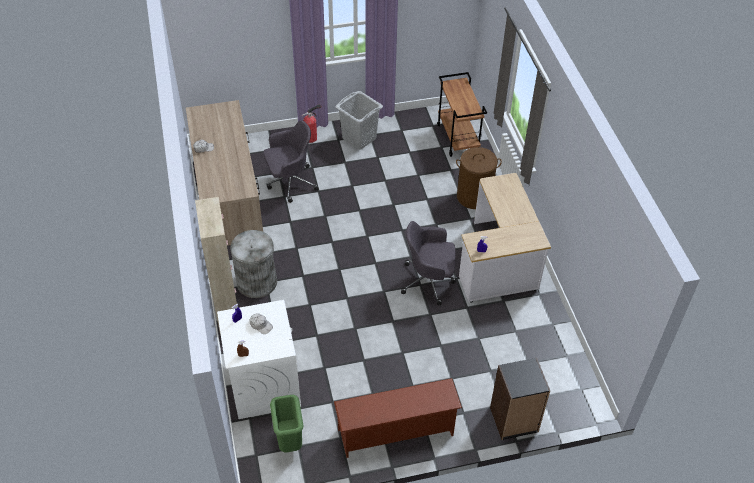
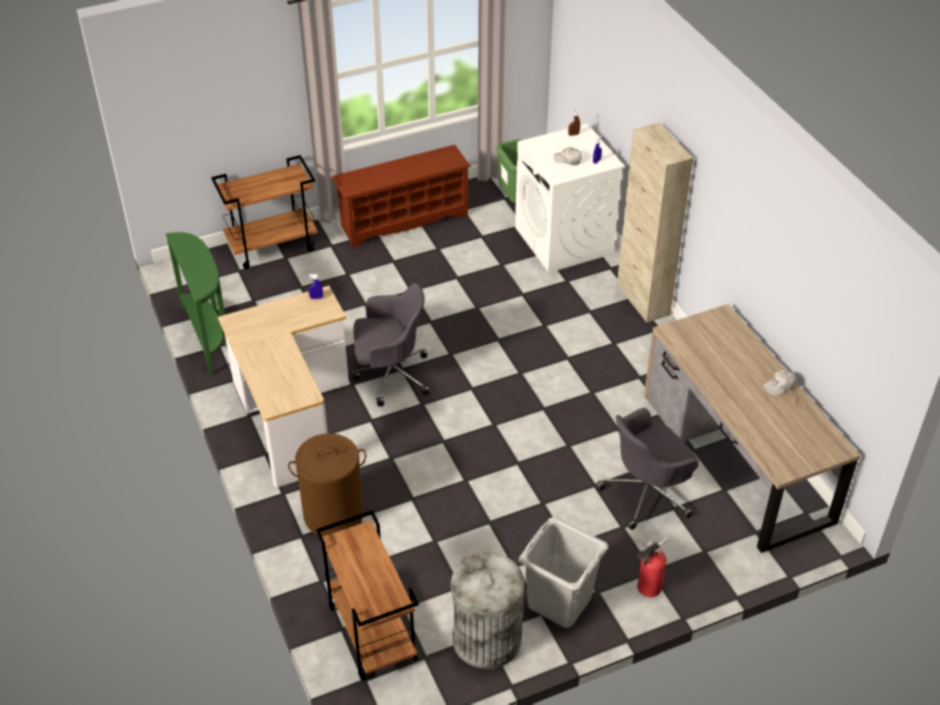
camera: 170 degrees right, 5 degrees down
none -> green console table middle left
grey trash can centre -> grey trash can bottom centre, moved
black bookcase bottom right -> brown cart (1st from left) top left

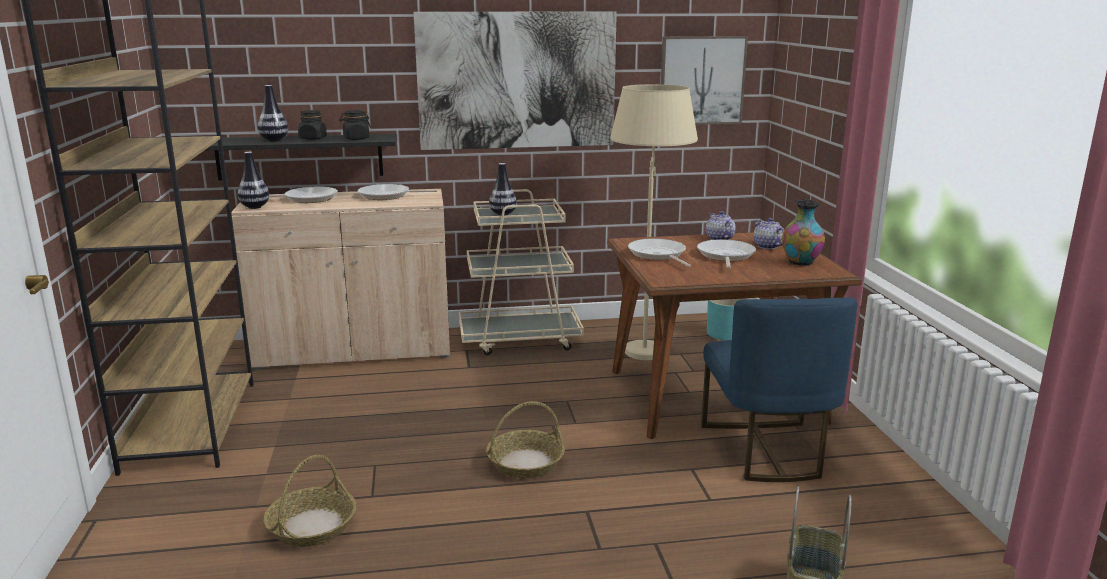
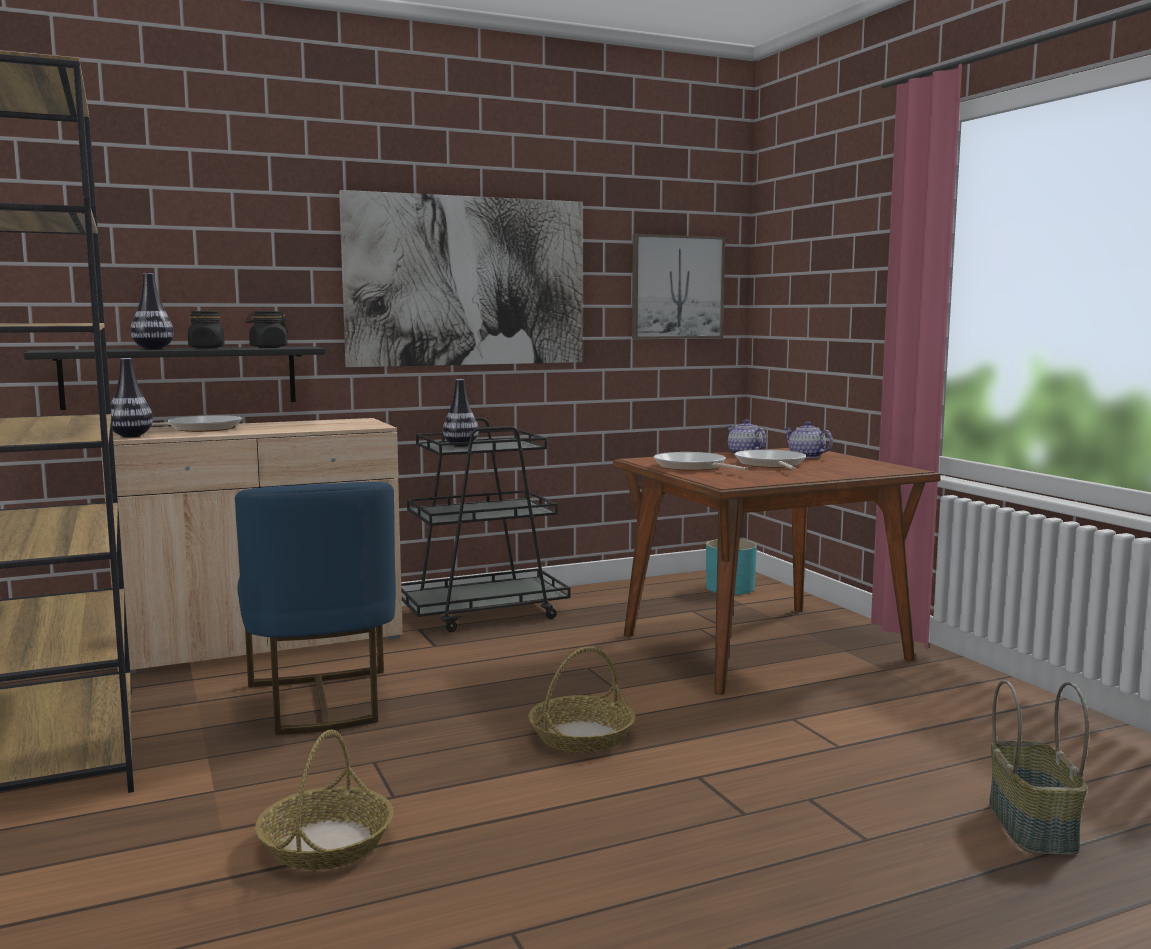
camera: 15 degrees left, 10 degrees down
frying pan (2nd from left) top centre -> none
beige floor lamp centre -> none
vase (4th from left) middle right -> none
blue chair bottom right -> blue chair middle left, moved
beige cart centre -> black cart centre

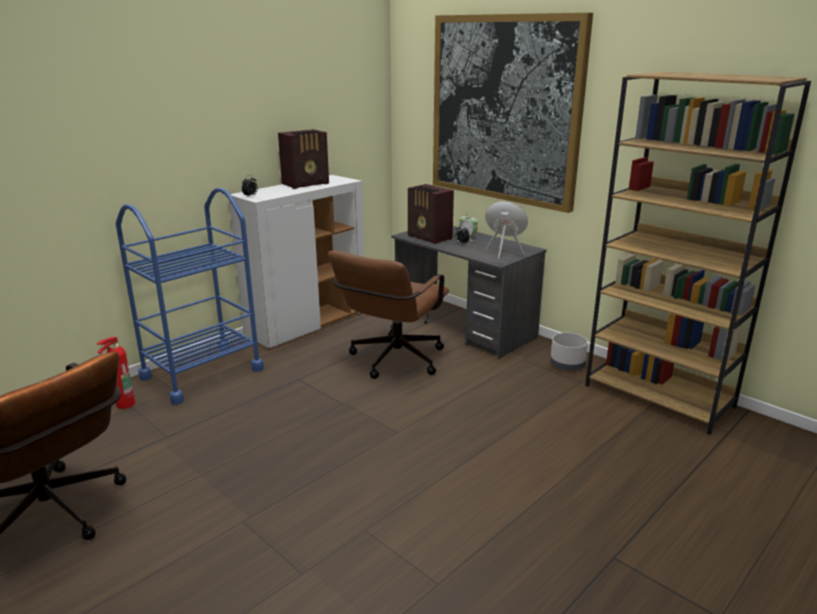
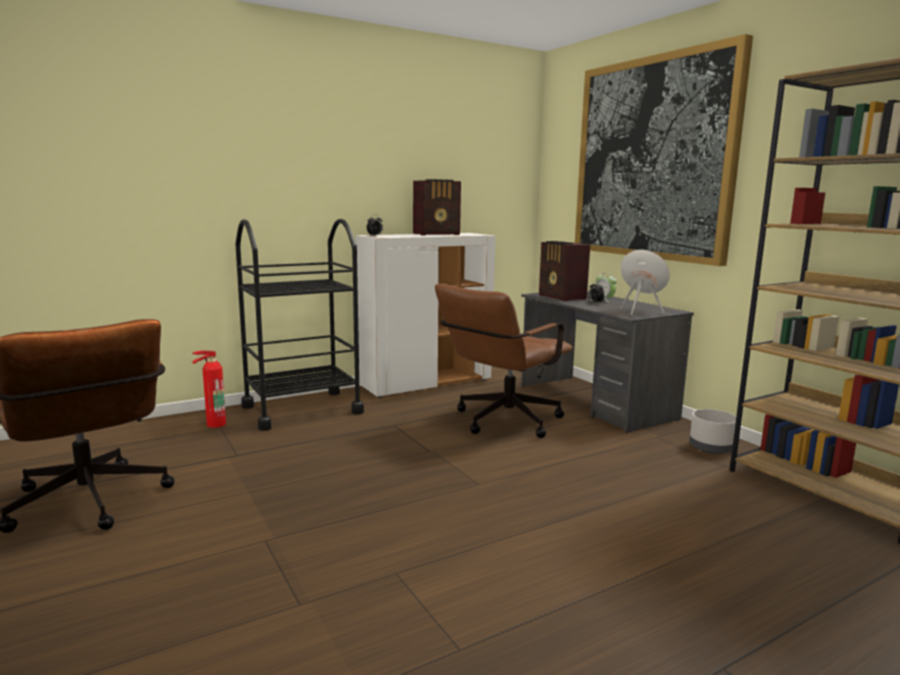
camera: 15 degrees right, 10 degrees down
blue cart middle left -> black cart middle left

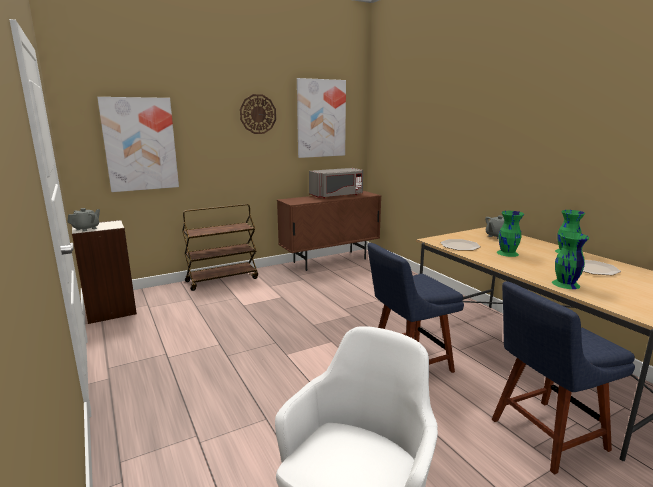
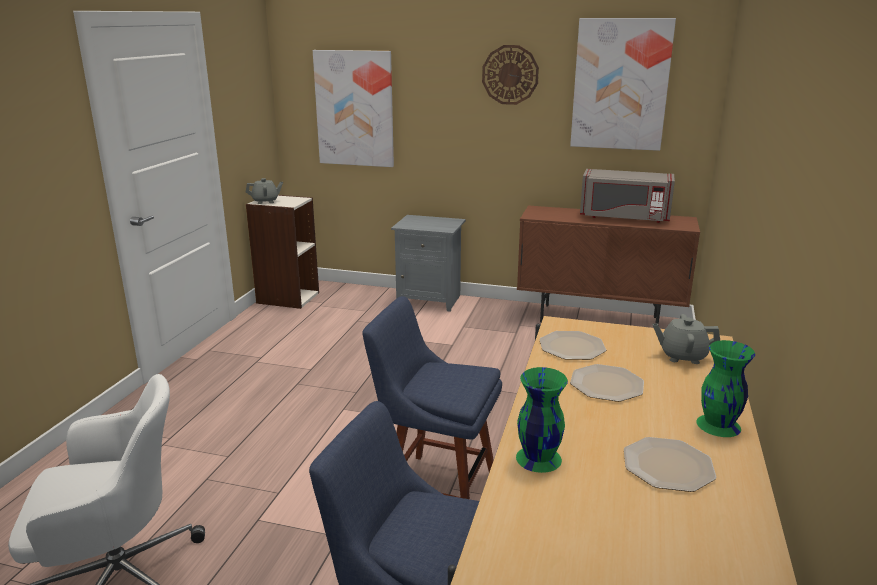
camera: 45 degrees right, 5 degrees up
brown cart centre -> grey nightstand centre
green vase (1st from left) middle right -> plate (2nd from left) middle right

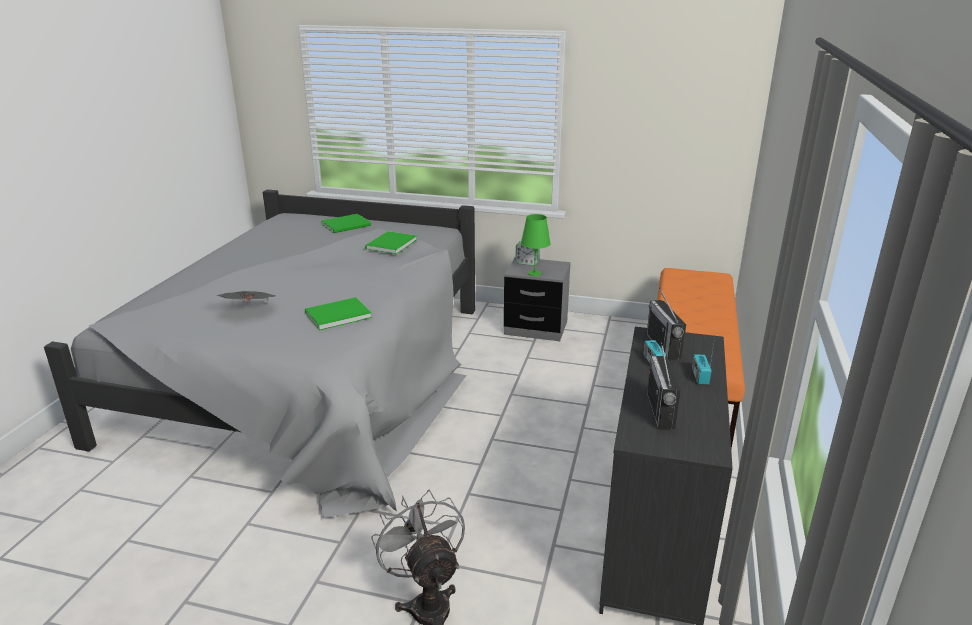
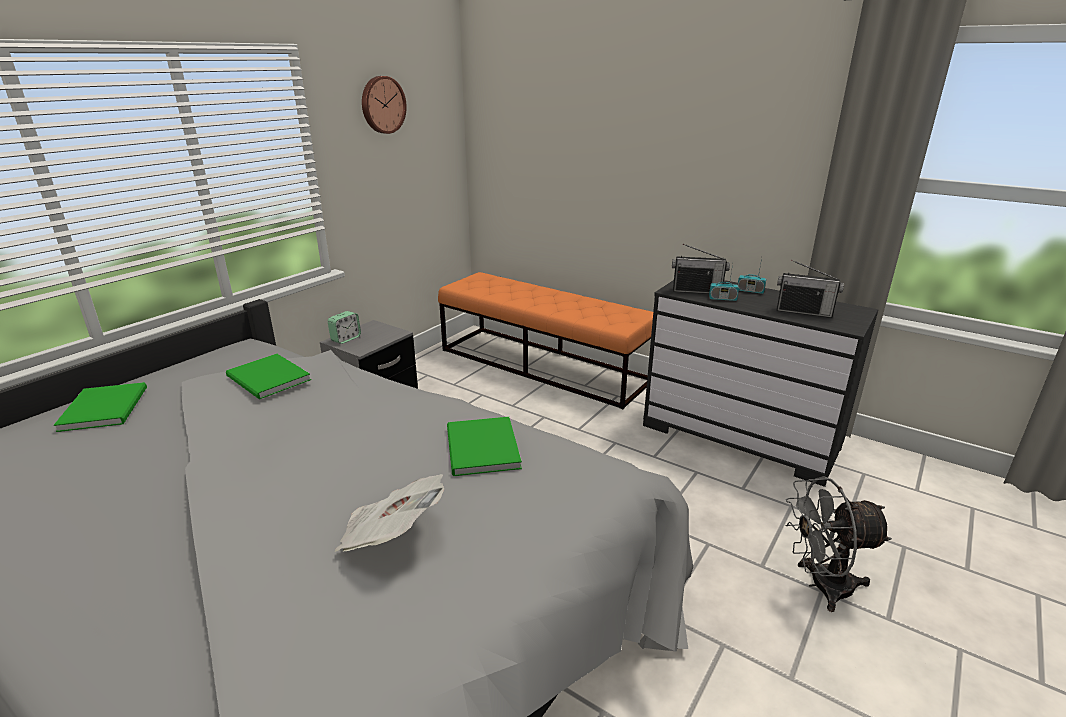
camera: 70 degrees left, 0 degrees up
green table lamp centre -> none
none -> wall clock top centre

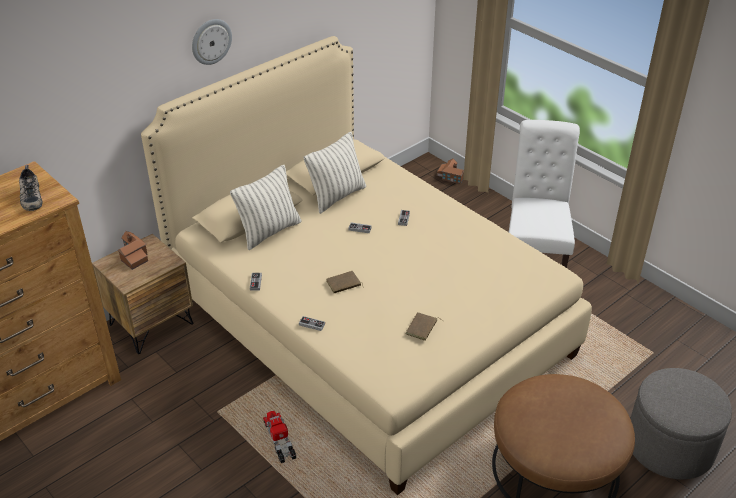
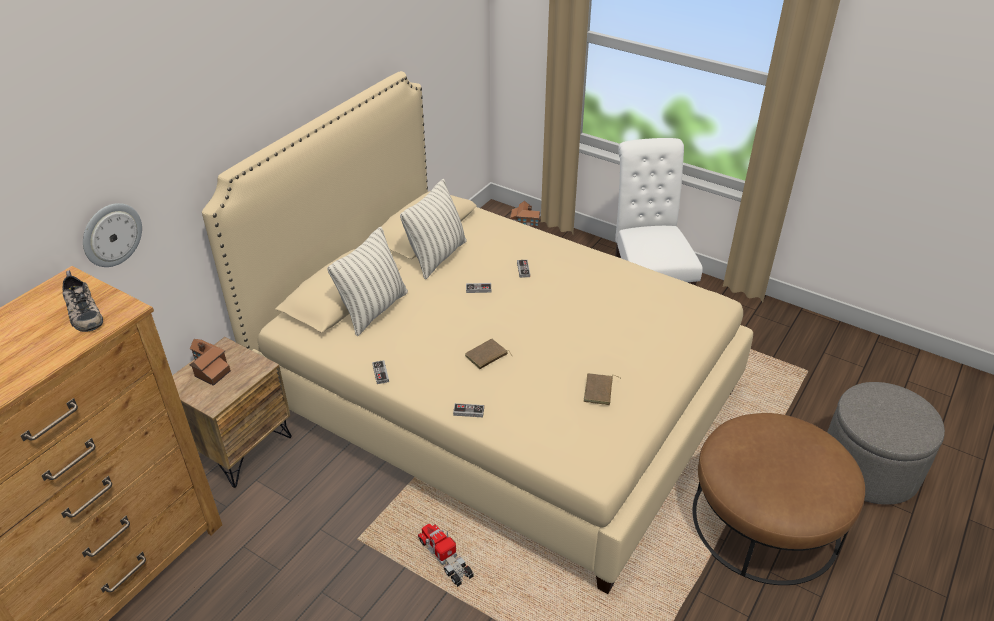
camera: 15 degrees left, 0 degrees up
wall clock top left -> wall clock middle left, moved

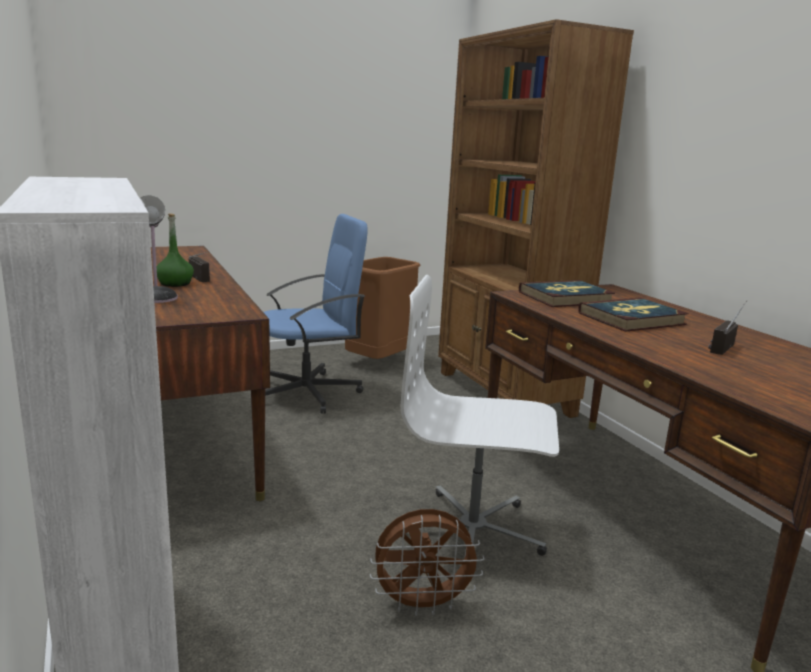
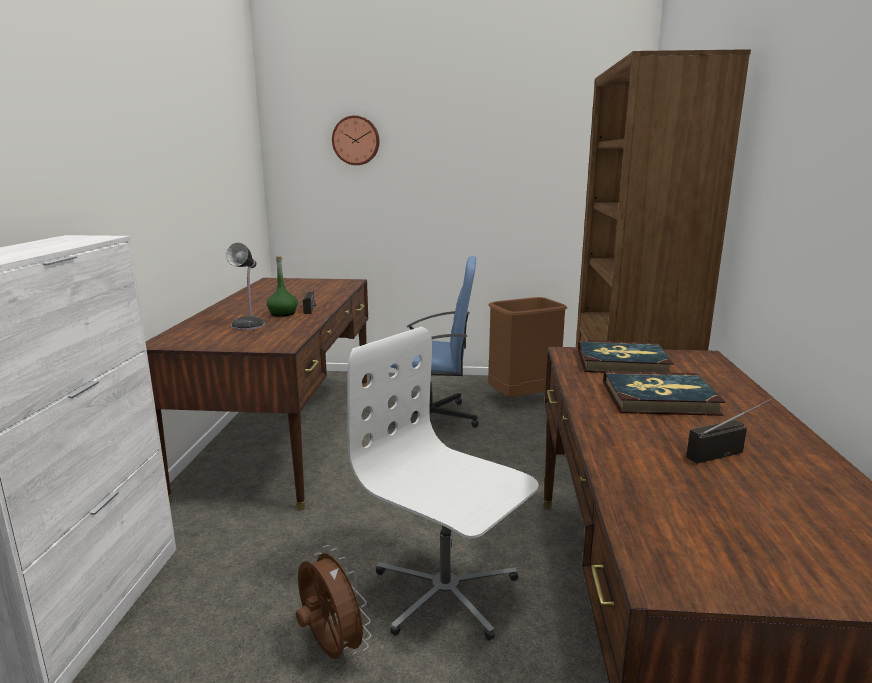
camera: 30 degrees right, 0 degrees up
none -> wall clock top centre
brown fan bottom centre, 150 degrees counterclockwise

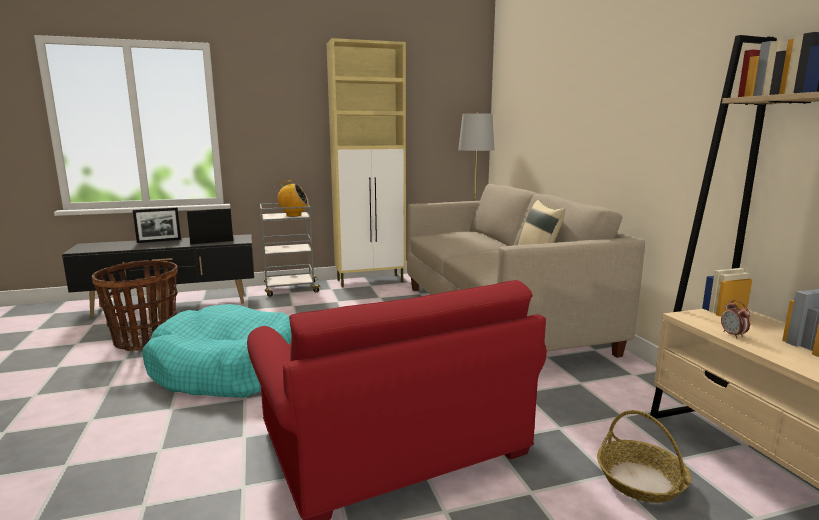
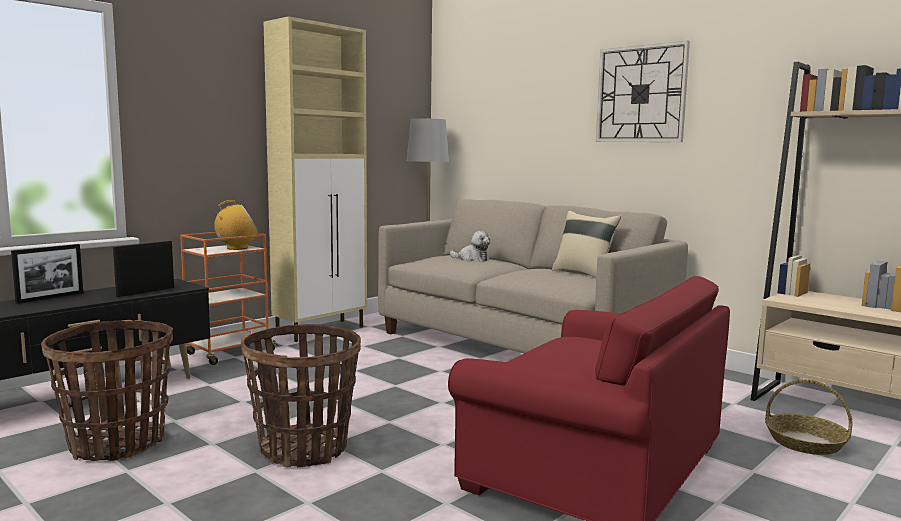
camera: 30 degrees left, 5 degrees down
alarm clock middle right -> none
none -> plush toy centre
none -> wall clock top right
turquoise dog bed bottom left -> basket (2nd from left) bottom centre
grey cart centre -> orange cart middle left

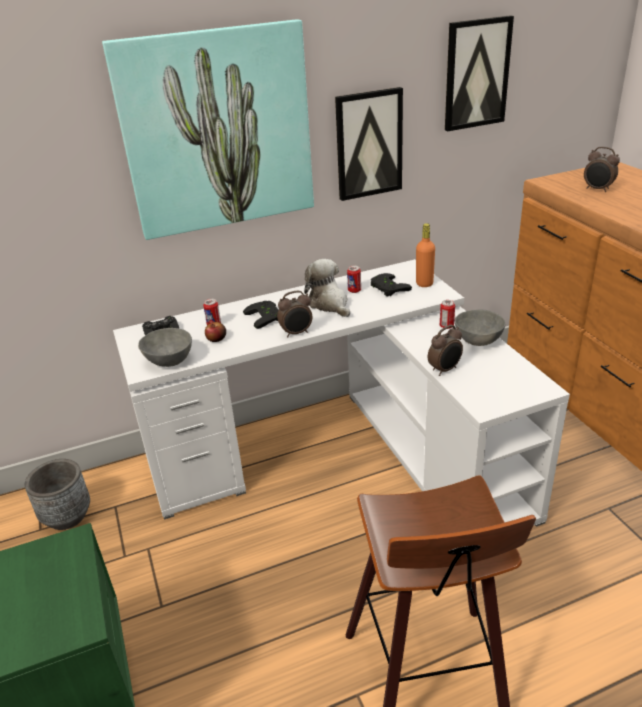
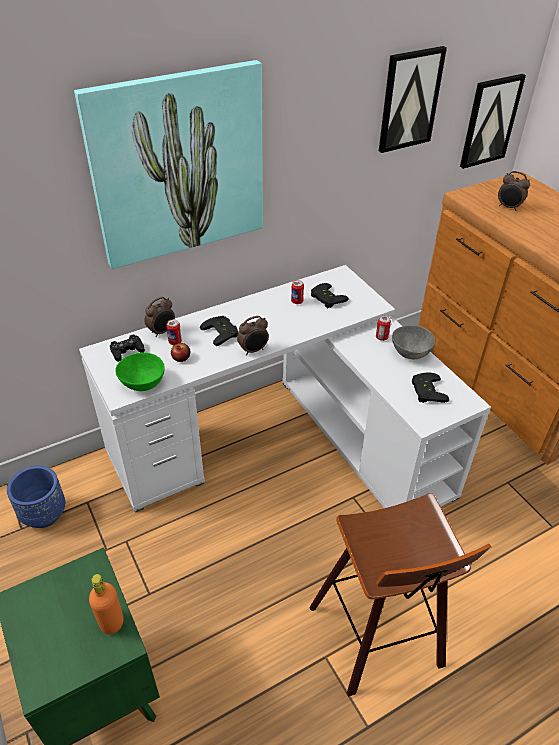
camera: 10 degrees left, 10 degrees up
plush toy centre -> none
none -> black game controller (4th from left) middle right
picture (2nd from left in the first image) top centre -> picture (3rd from left) top right, moved
orange bottle centre -> orange bottle bottom left, moved
alarm clock (2nd from left in the first image) middle right -> alarm clock (1st from left) middle left, moved
grey planter bottom left -> blue planter middle left
grey bowl (1st from left) middle left -> green bowl middle left

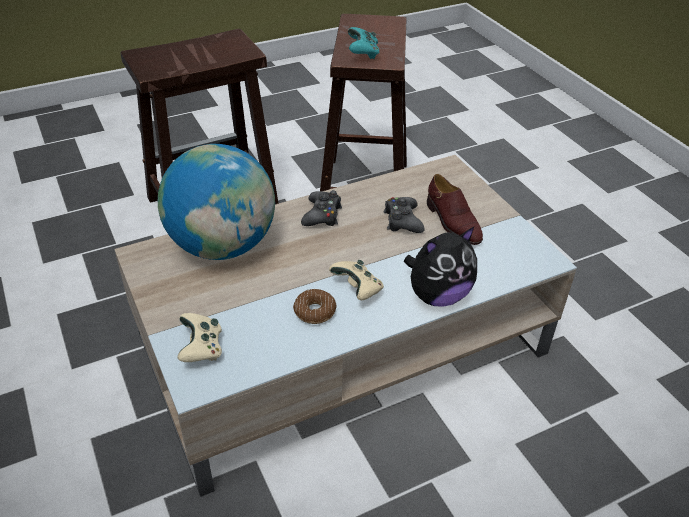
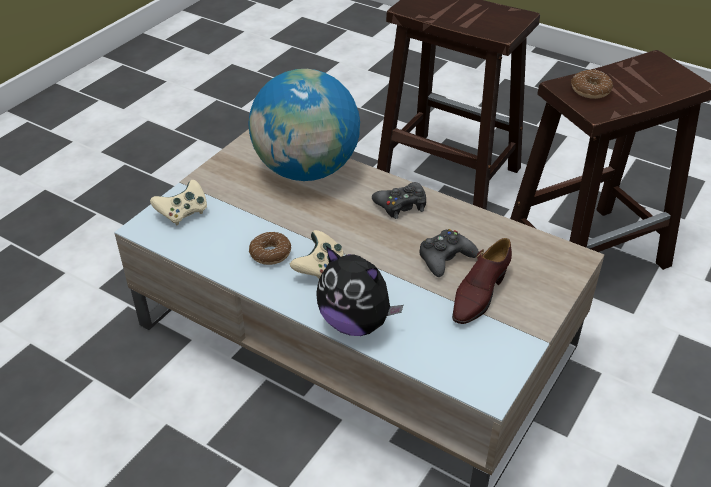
camera: 60 degrees right, 0 degrees up
turquoise game controller top centre -> donut (2nd from left) top right

